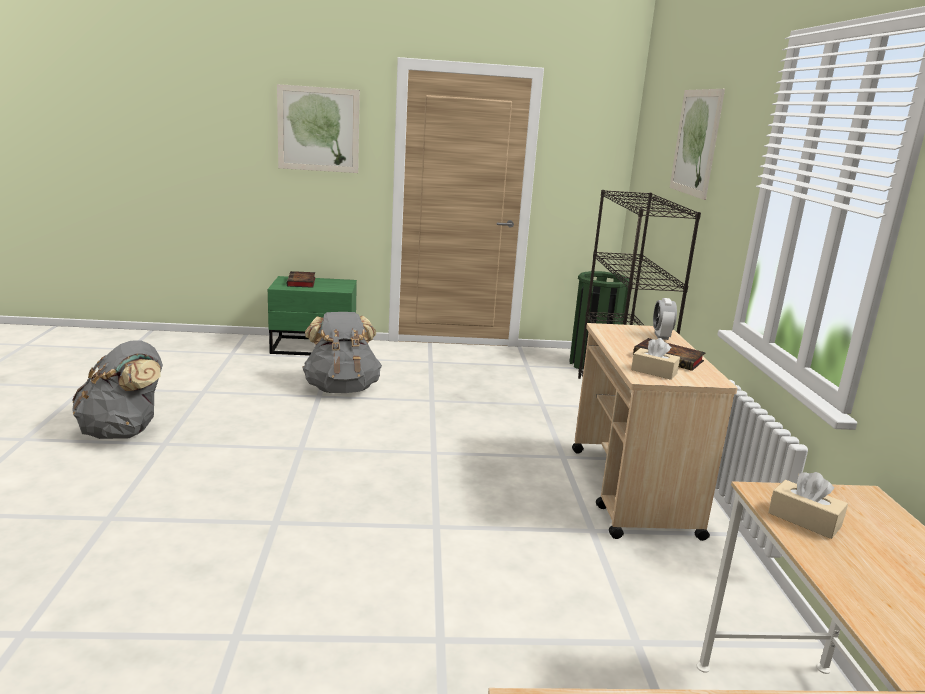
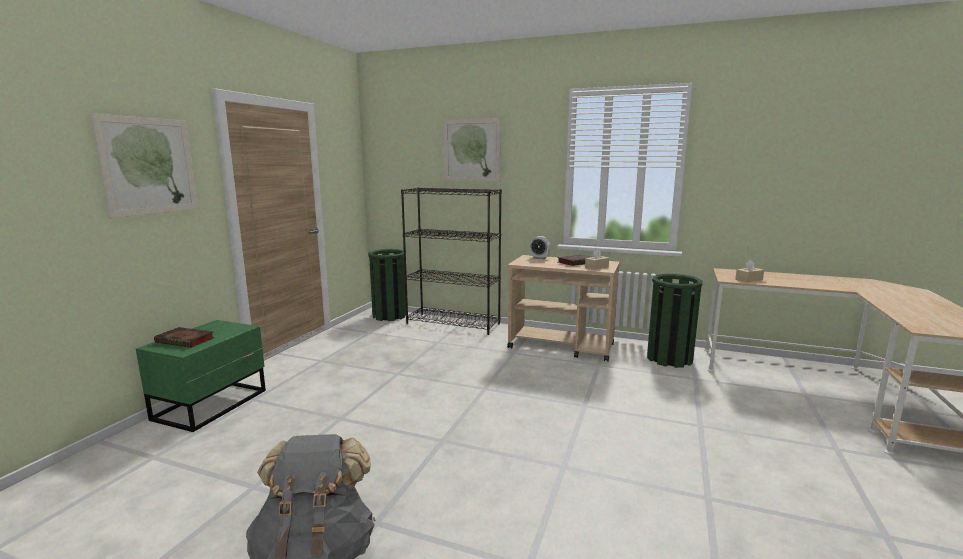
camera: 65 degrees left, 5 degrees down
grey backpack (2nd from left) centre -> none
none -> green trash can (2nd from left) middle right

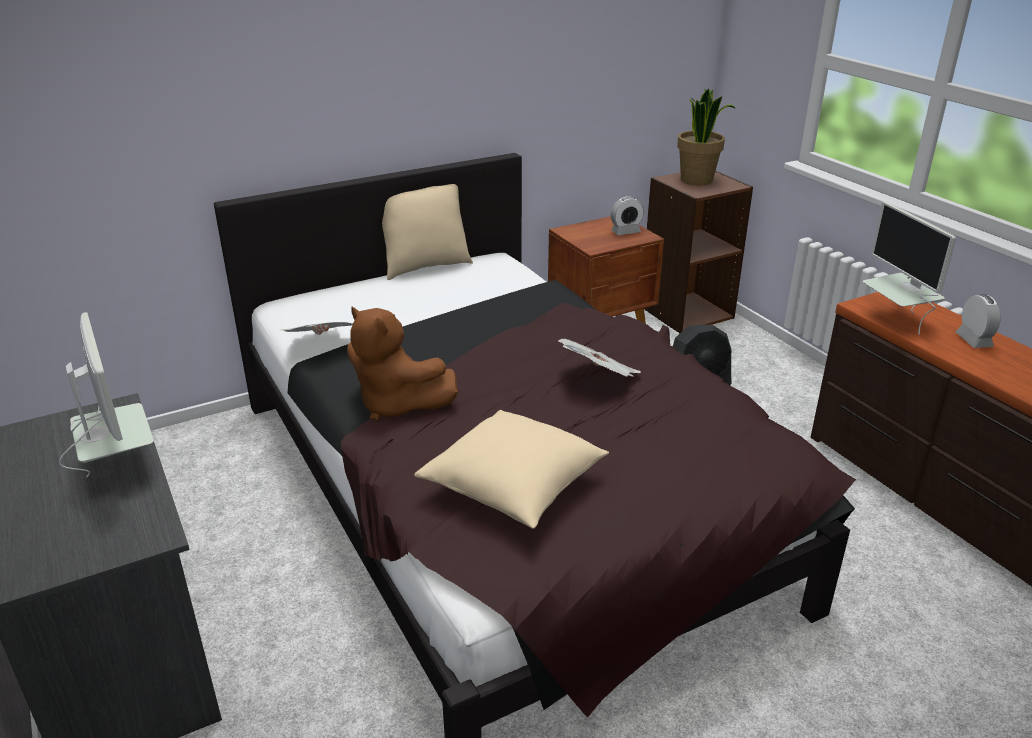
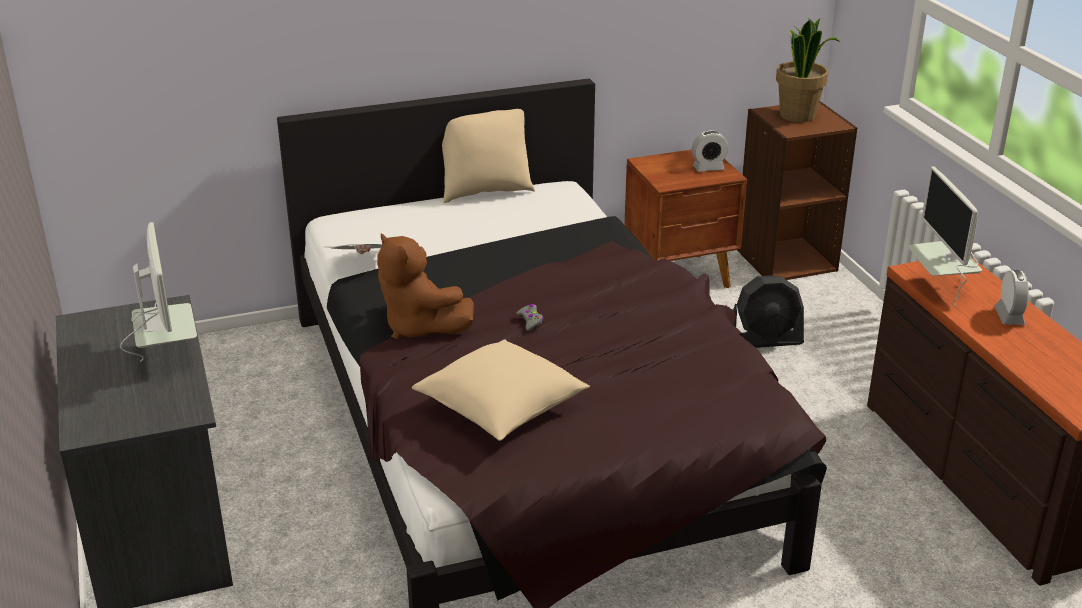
camera: 10 degrees right, 0 degrees up
newspaper (2nd from left) centre -> none
none -> grey game controller centre

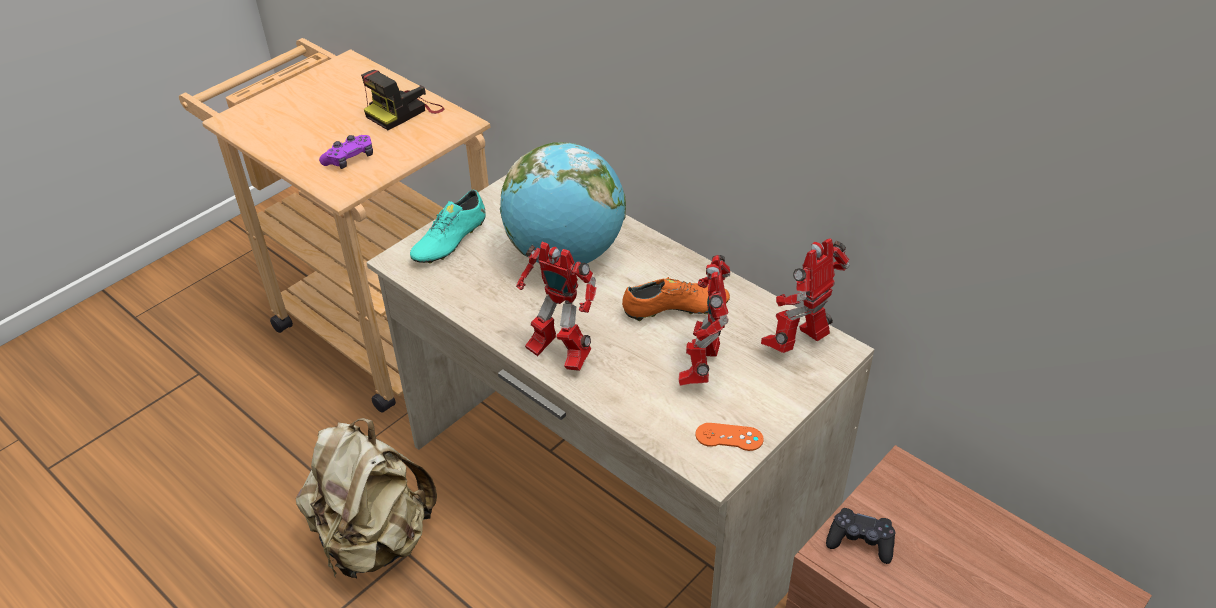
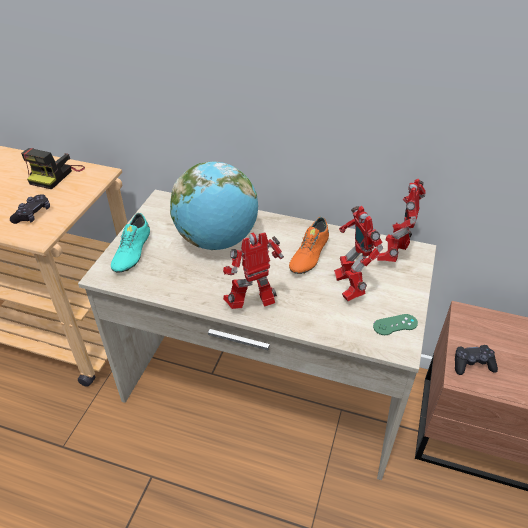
camera: 25 degrees left, 0 degrees up
beige backpack bottom left -> none
purple game controller top left -> black game controller (1st from left) middle left
orange game controller bottom centre -> green game controller middle right
toy robot (1st from left) centre, 150 degrees clockwise
orange shoe centre, 150 degrees clockwise

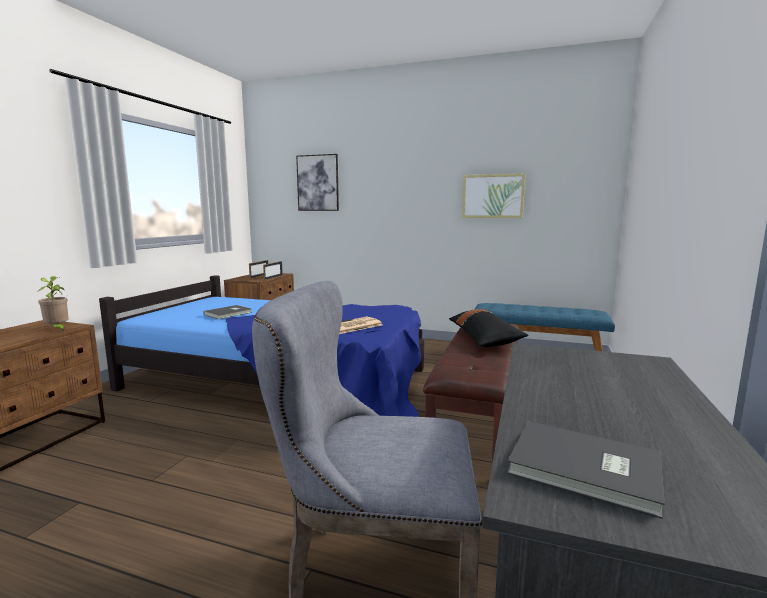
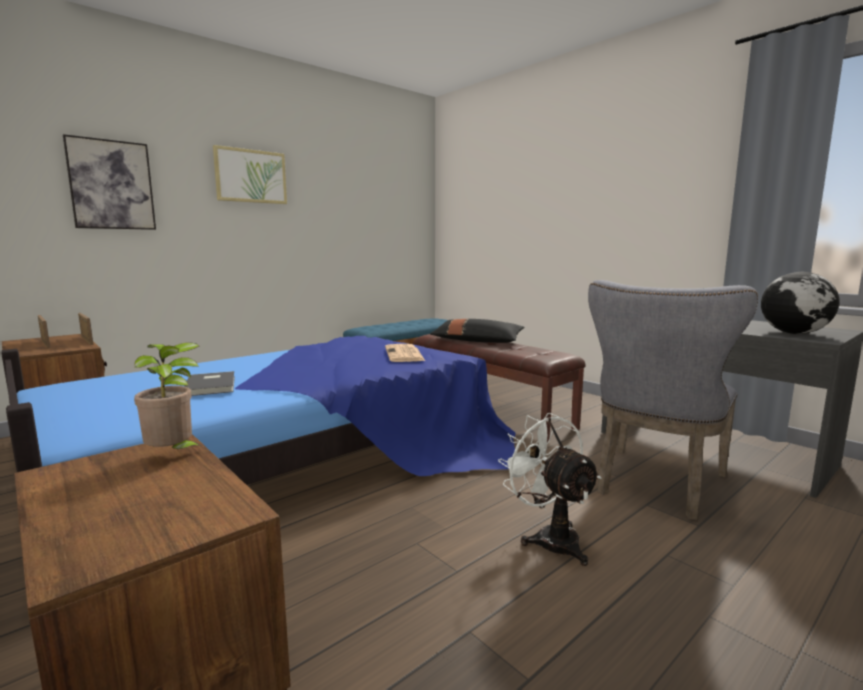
camera: 60 degrees left, 0 degrees up
none -> white fan bottom centre
picture (2nd from left) top centre -> picture (2nd from left) top left, moved
grey book (2nd from left) bottom right -> globe middle right

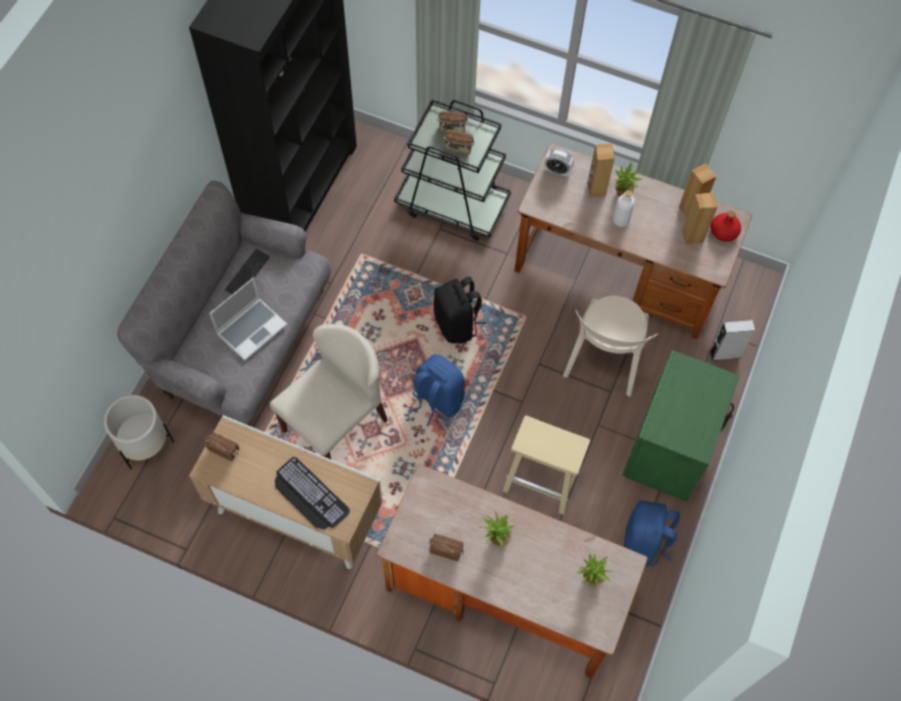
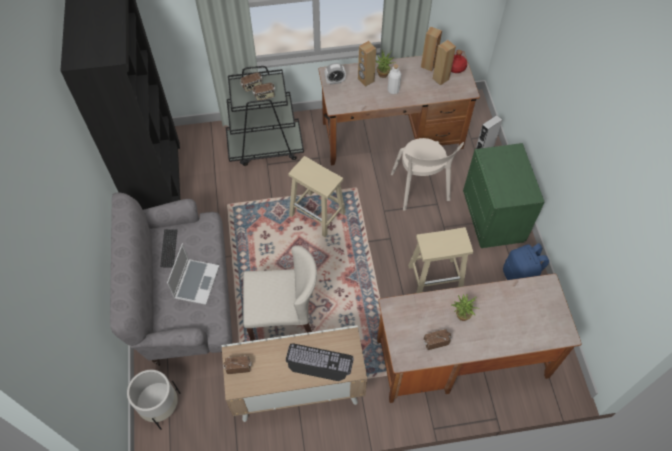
camera: 30 degrees left, 5 degrees down
blue backpack (1st from left) centre -> none
potted plant (2nd from left) bottom centre -> none
black backpack centre -> beige stool (1st from left) centre
beige chair (1st from left) centre, 75 degrees clockwise

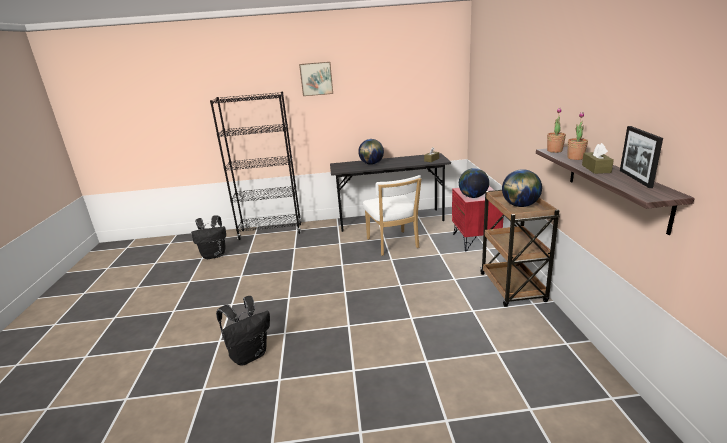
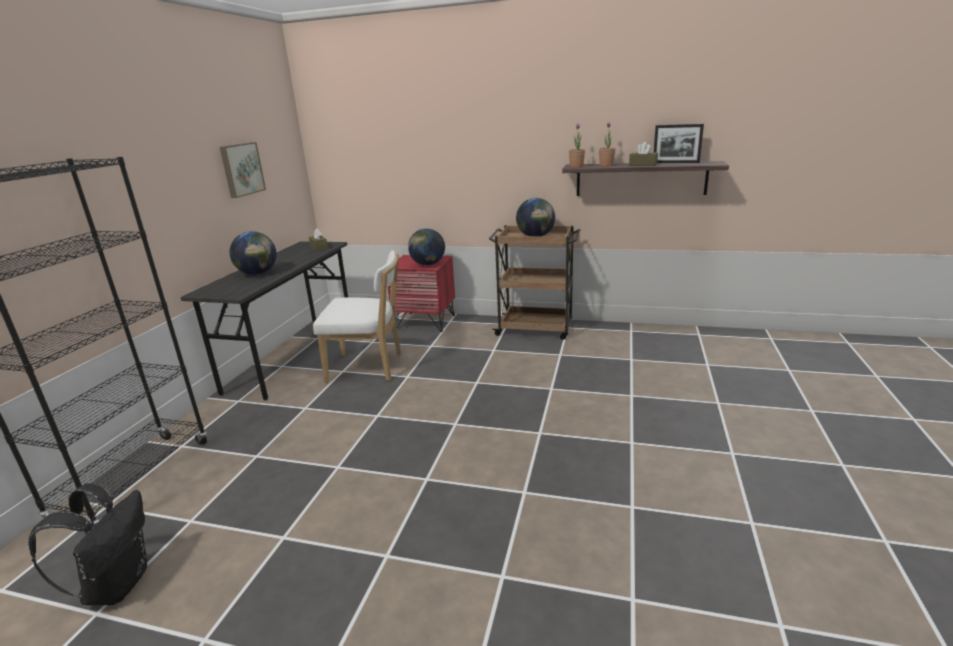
camera: 70 degrees left, 0 degrees up
black backpack (2nd from left) bottom centre -> none
picture top centre -> picture top left, moved

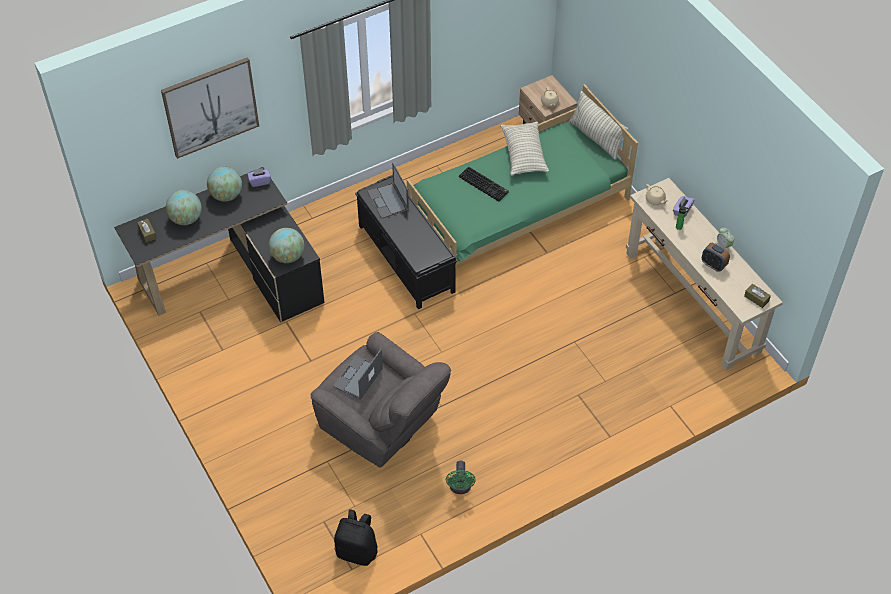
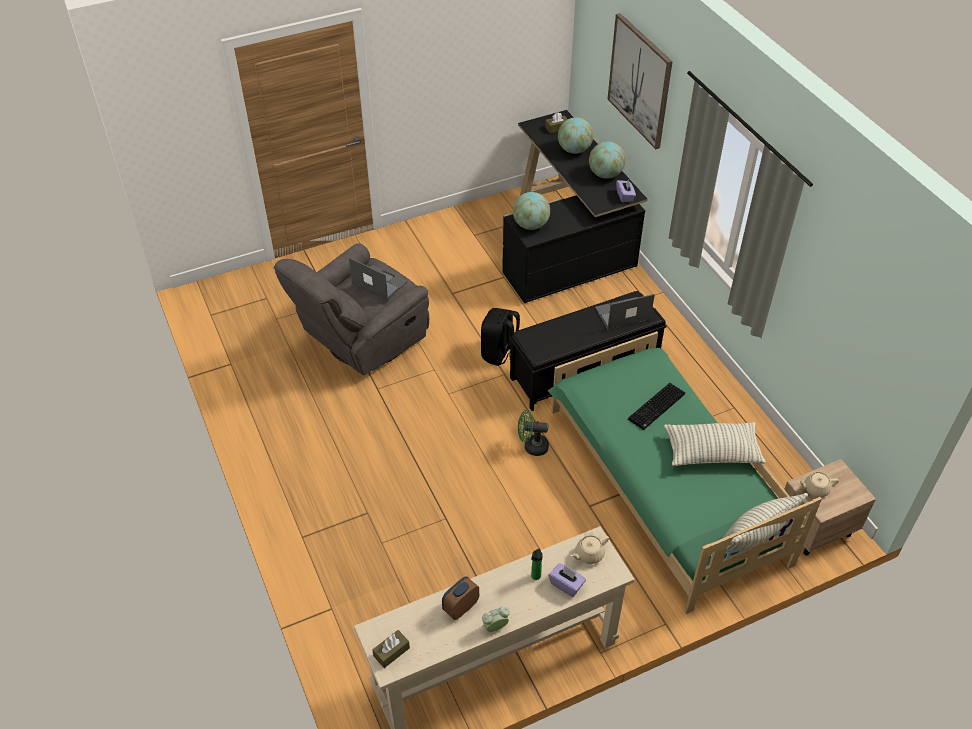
camera: 95 degrees right, 5 degrees down
black backpack bottom centre -> black backpack centre, moved
green fan bottom centre -> green fan centre, moved

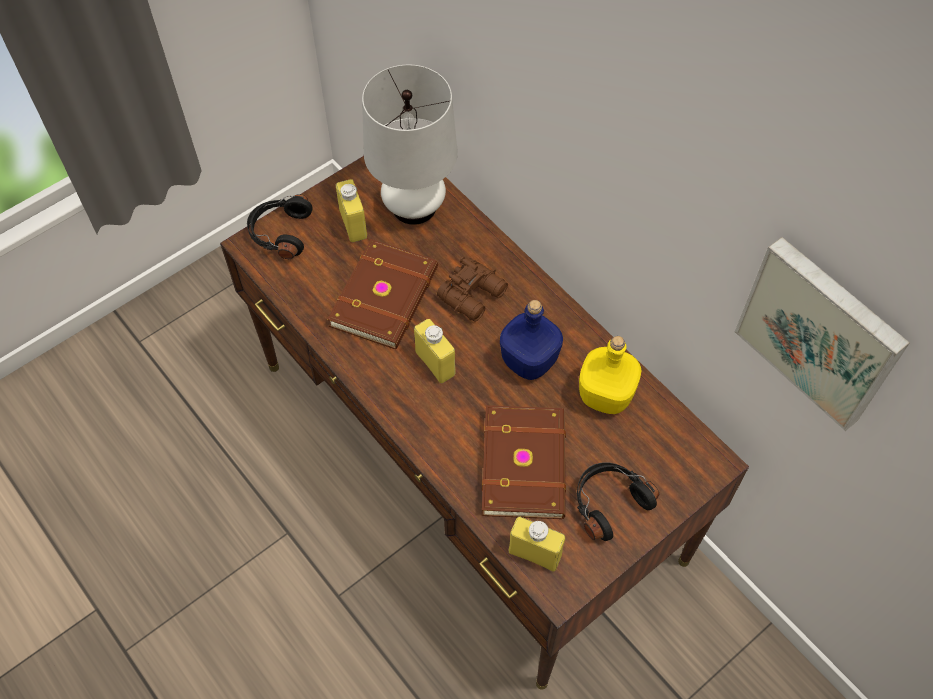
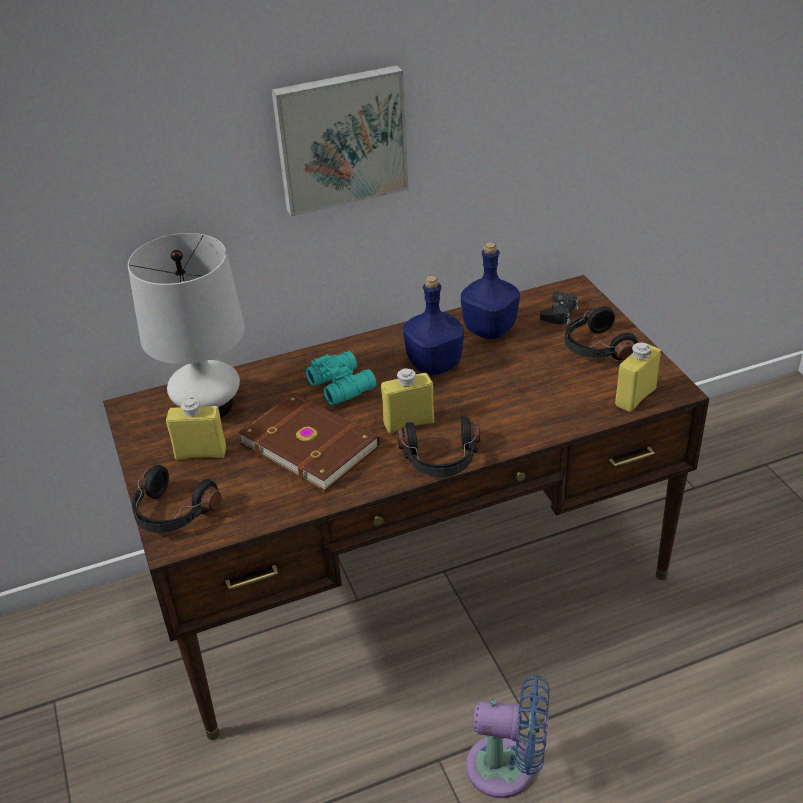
camera: 70 degrees left, 20 degrees down
brown book (2nd from left) centre -> none
none -> black headphones (2nd from left) centre
none -> blue fan bottom centre
none -> black game controller middle right
picture middle right -> picture top centre, moved
brown binoculars centre -> turquoise binoculars centre
yellow bottle (4th from left) centre -> blue bottle (2nd from left) centre

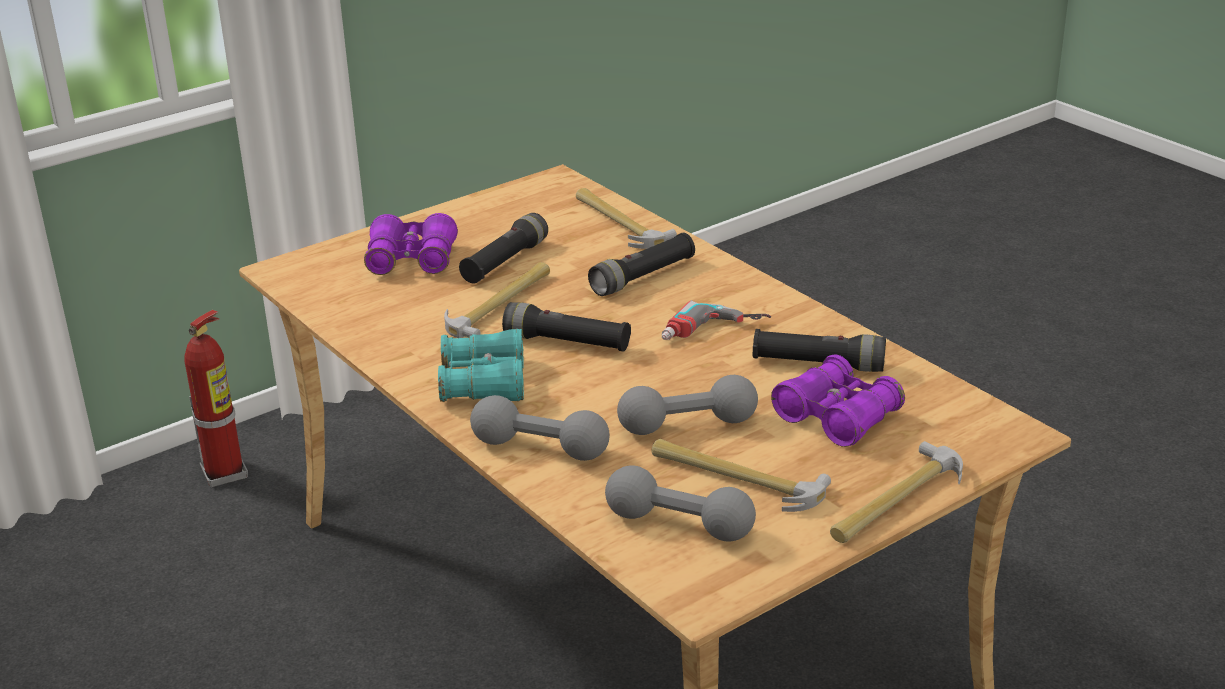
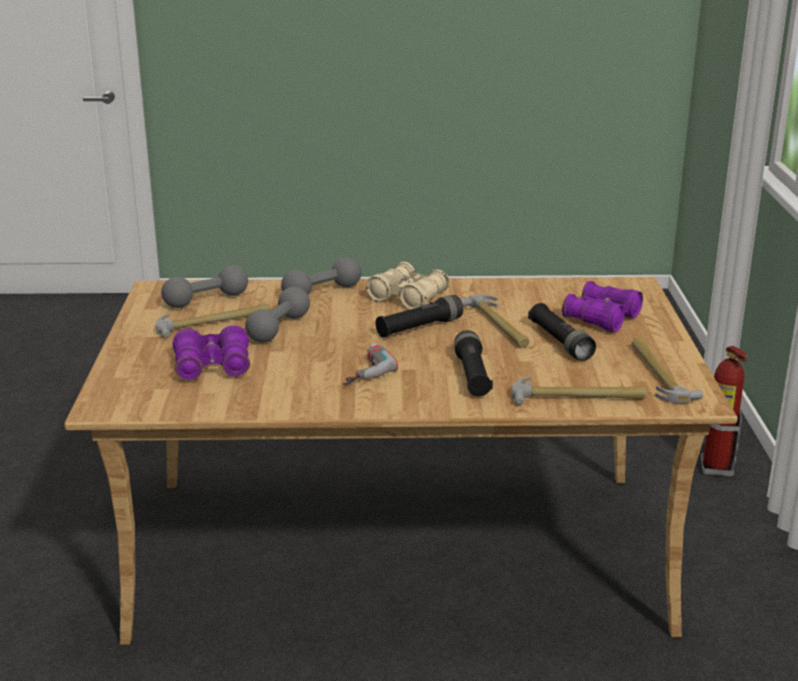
camera: 125 degrees right, 5 degrees down
black flashlight (4th from left) middle right -> none
hammer (4th from left) bottom right -> hammer (4th from left) middle right, moved
turquoise binoculars centre -> beige binoculars centre

